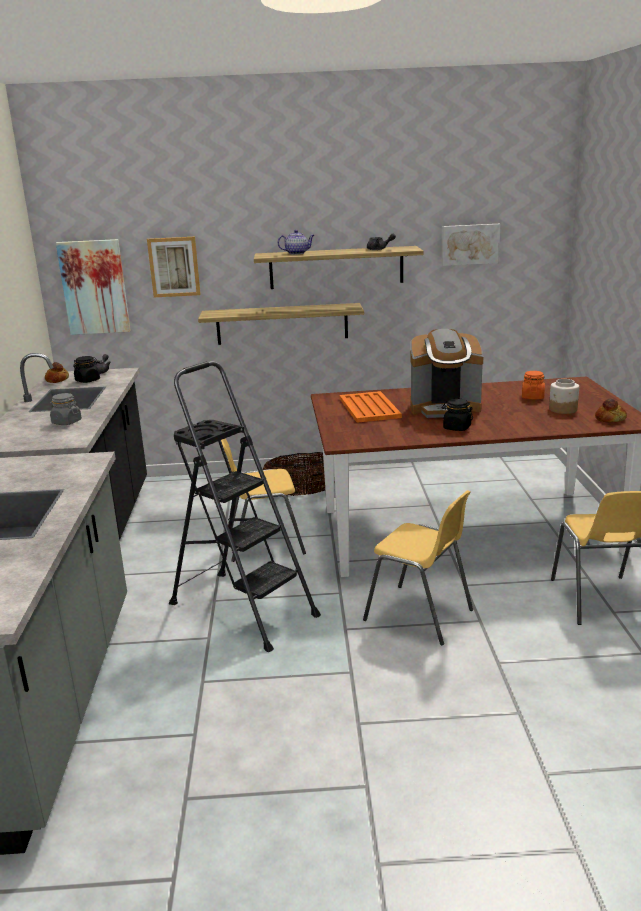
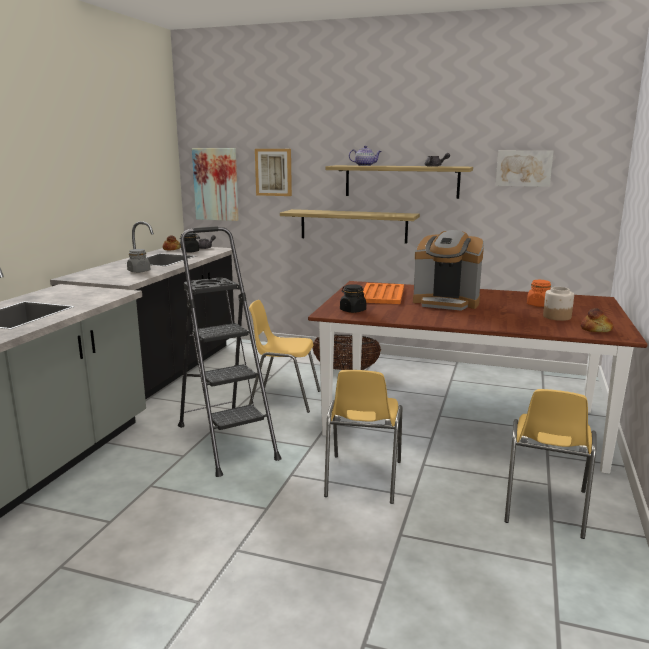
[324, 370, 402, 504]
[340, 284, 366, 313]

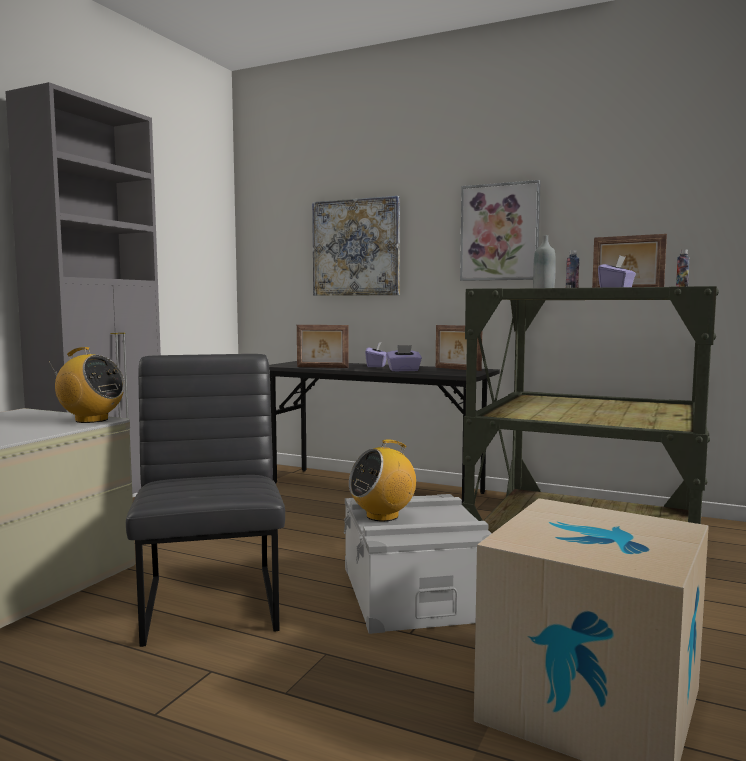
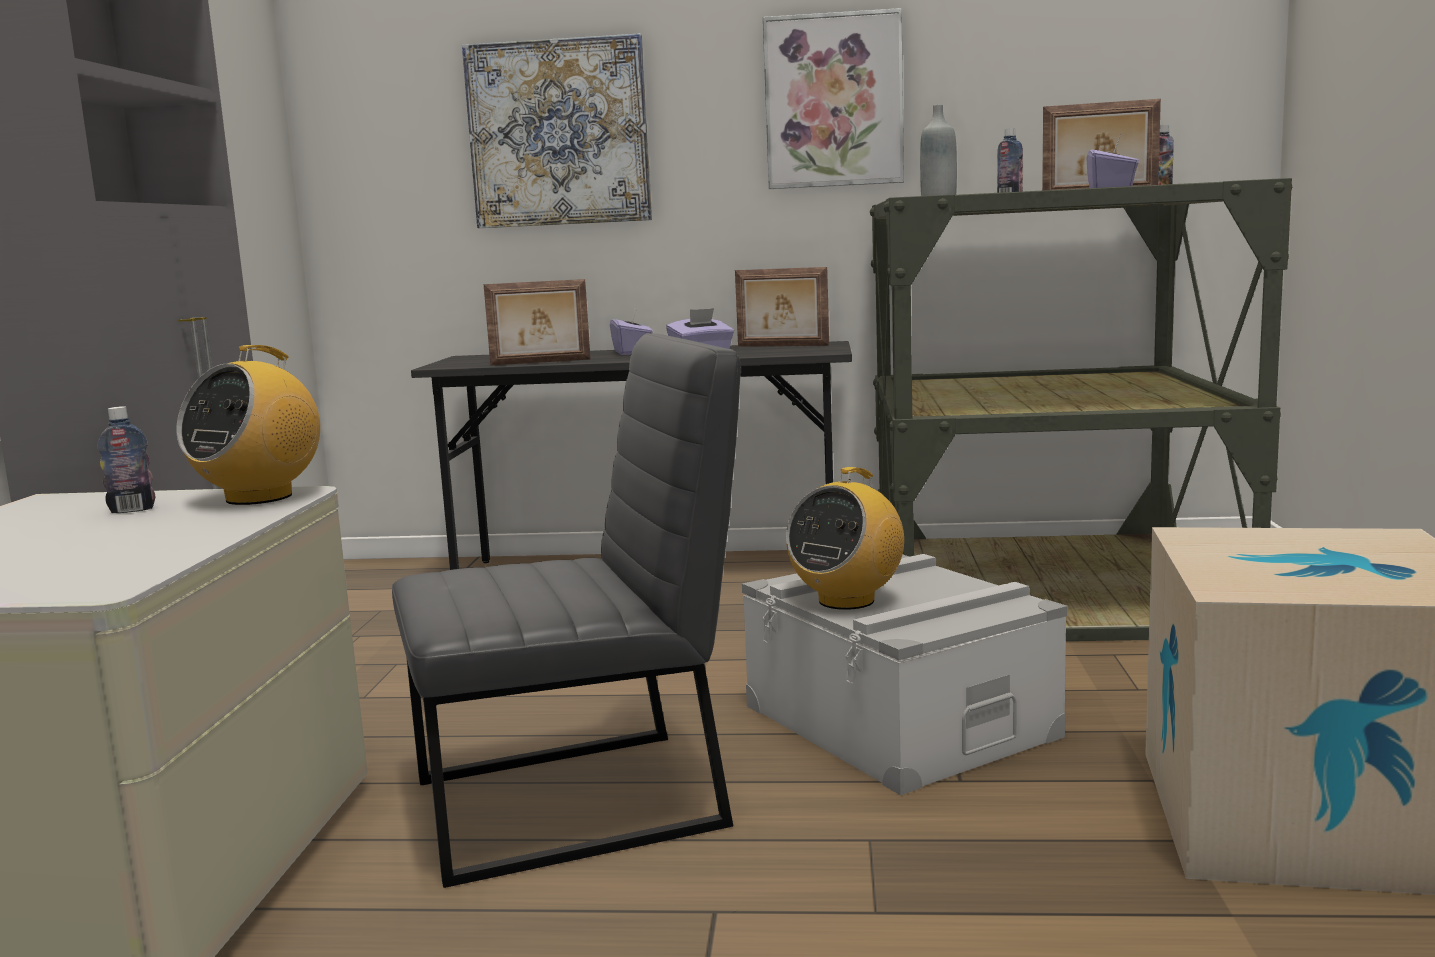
[176, 345, 320, 505]
[392, 333, 741, 888]
[98, 406, 155, 513]

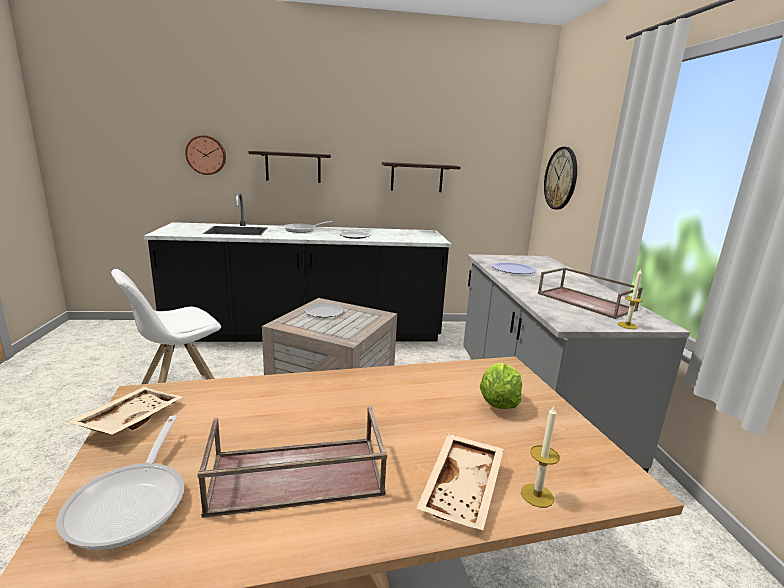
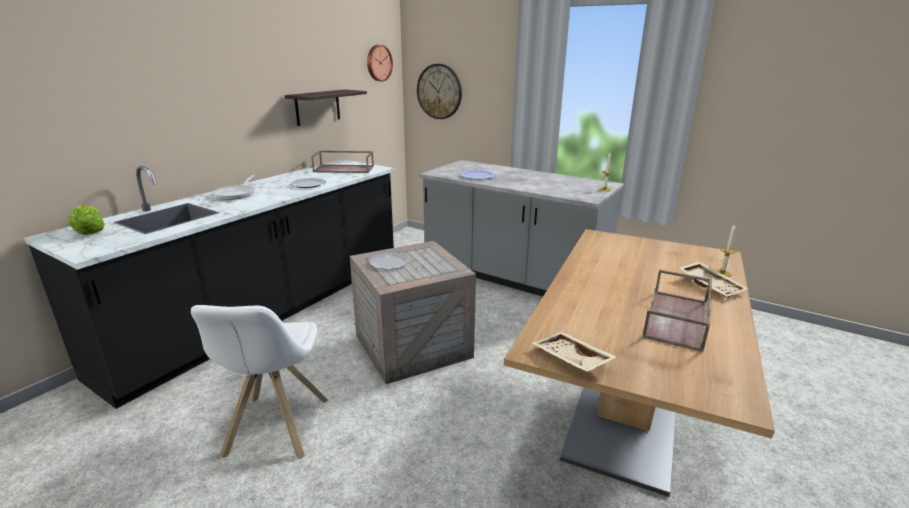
[56, 415, 184, 550] (first image)
[367, 45, 393, 81]
[249, 151, 331, 183] (first image)
[68, 205, 105, 235]
[311, 151, 374, 173]

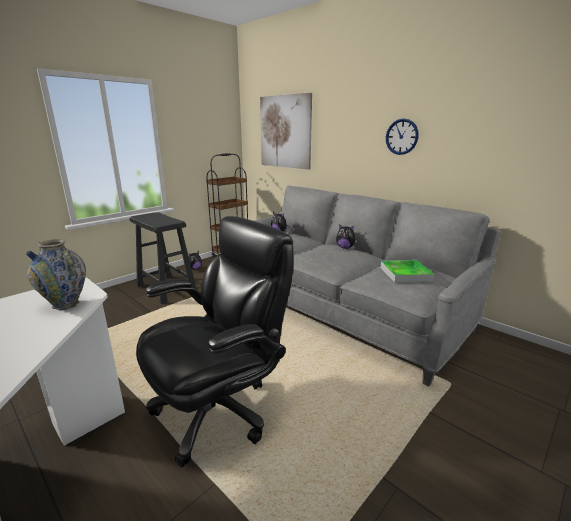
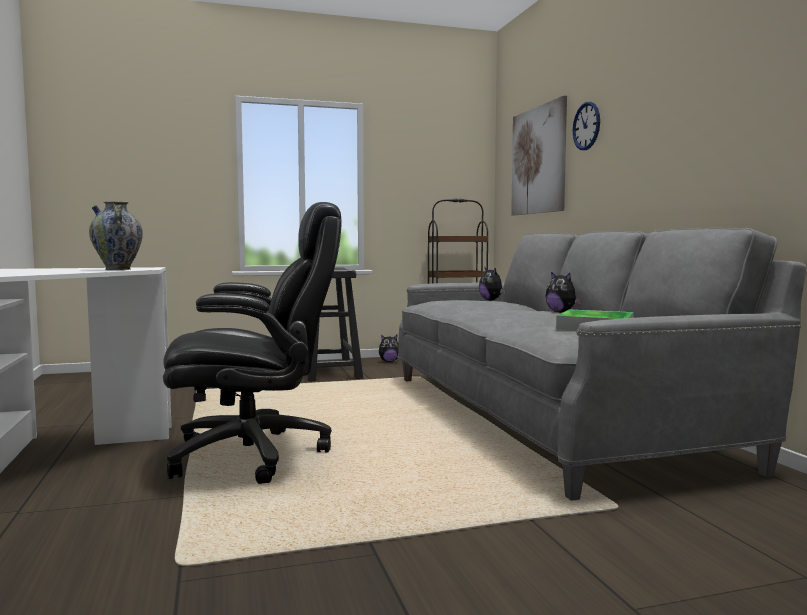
[573, 102, 600, 150]

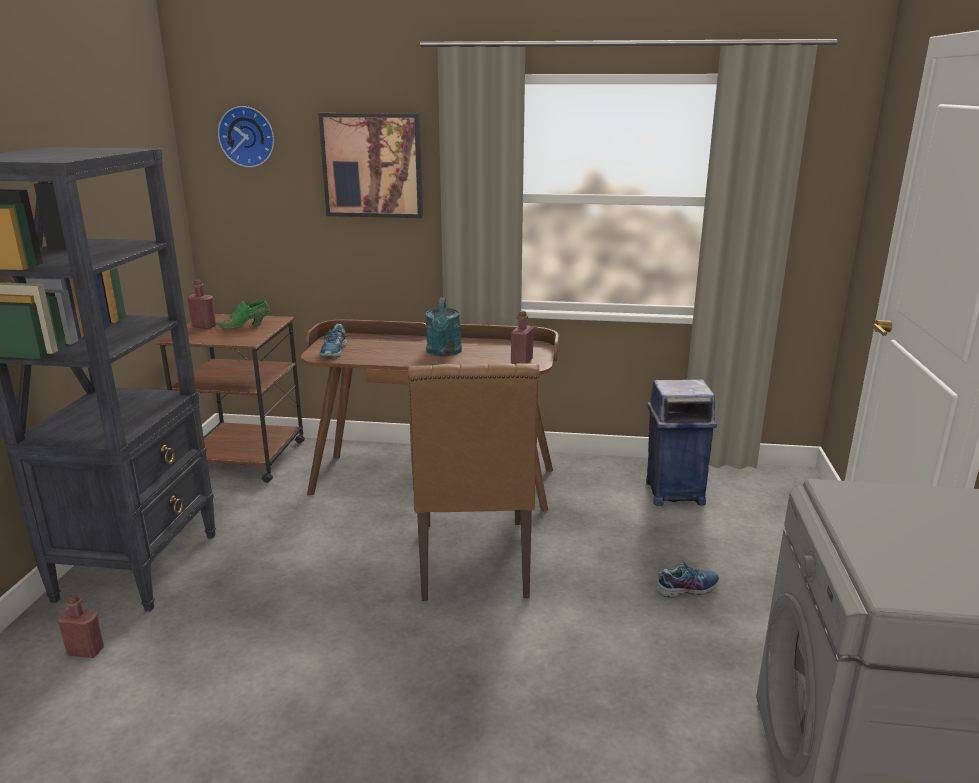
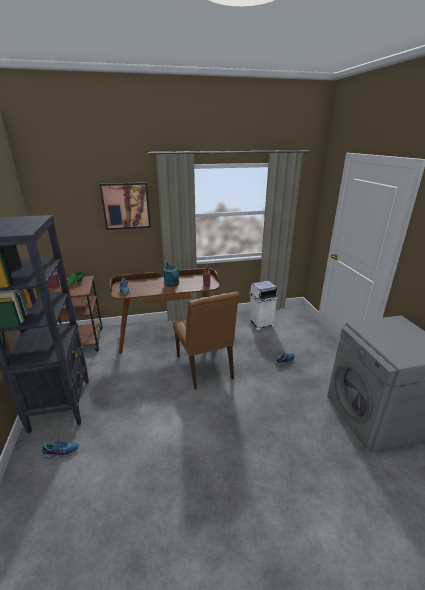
[41, 437, 79, 459]
[218, 106, 274, 167] (first image)
[249, 280, 278, 330]

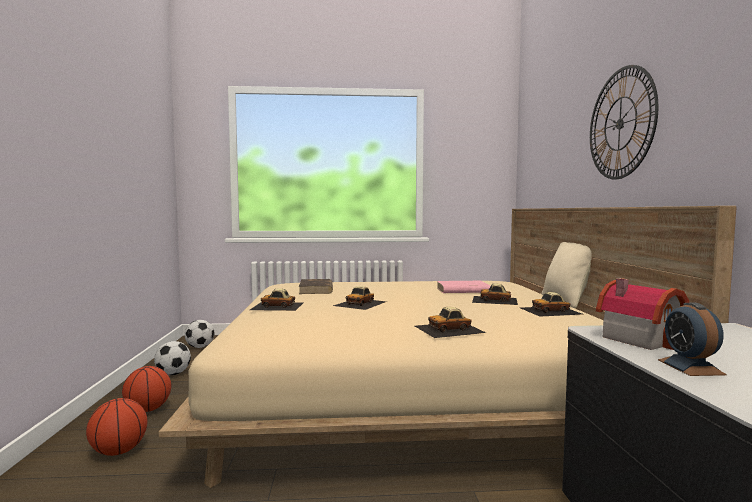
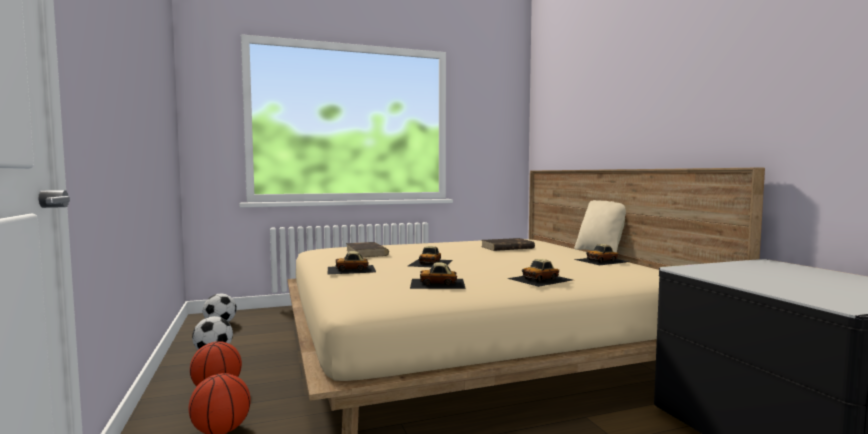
[482, 238, 535, 251]
[410, 262, 466, 289]
[590, 65, 658, 179] (first image)
[596, 278, 689, 350] (first image)
[658, 303, 727, 376] (first image)

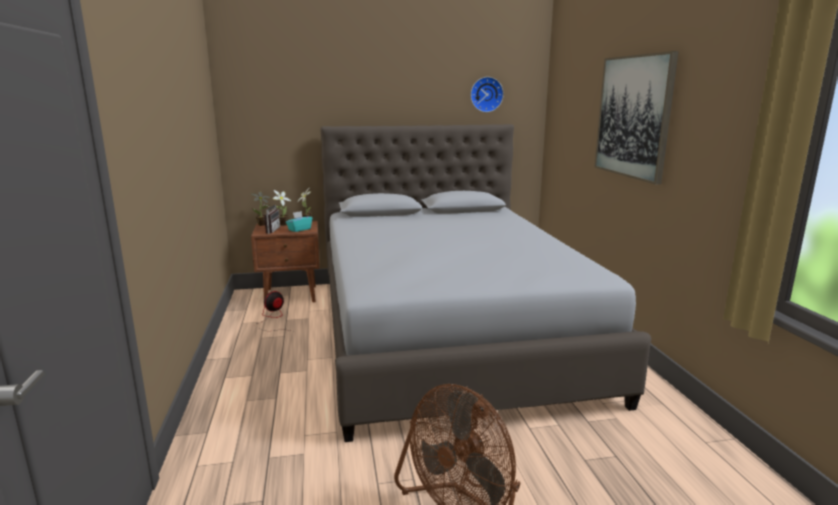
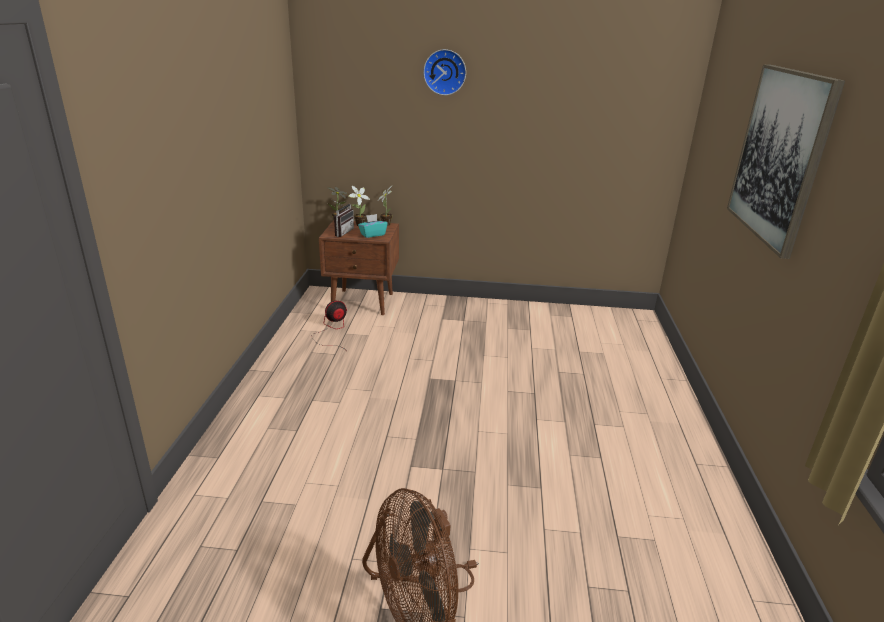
[320, 124, 651, 442] (first image)
[423, 49, 466, 95]

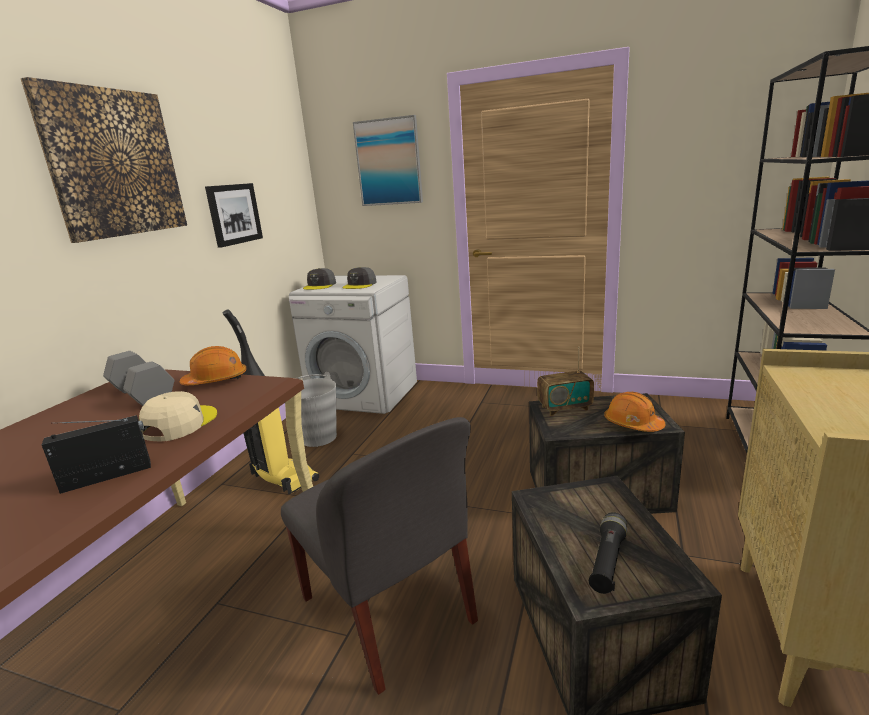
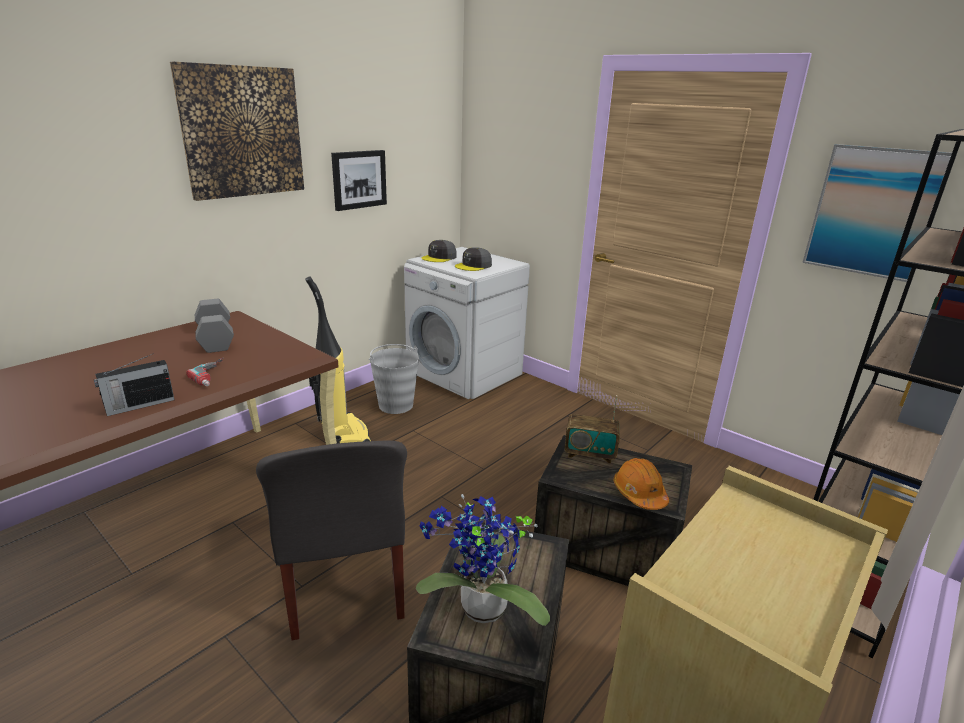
[94, 353, 175, 416]
[186, 358, 224, 386]
[180, 346, 247, 385] (first image)
[802, 144, 952, 282]
[416, 494, 550, 626]

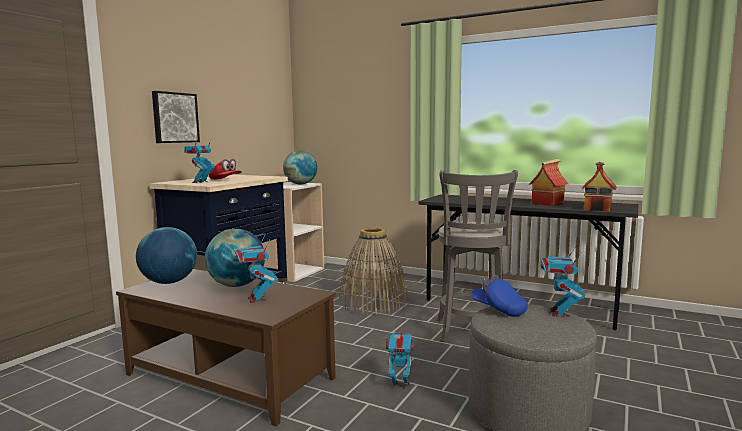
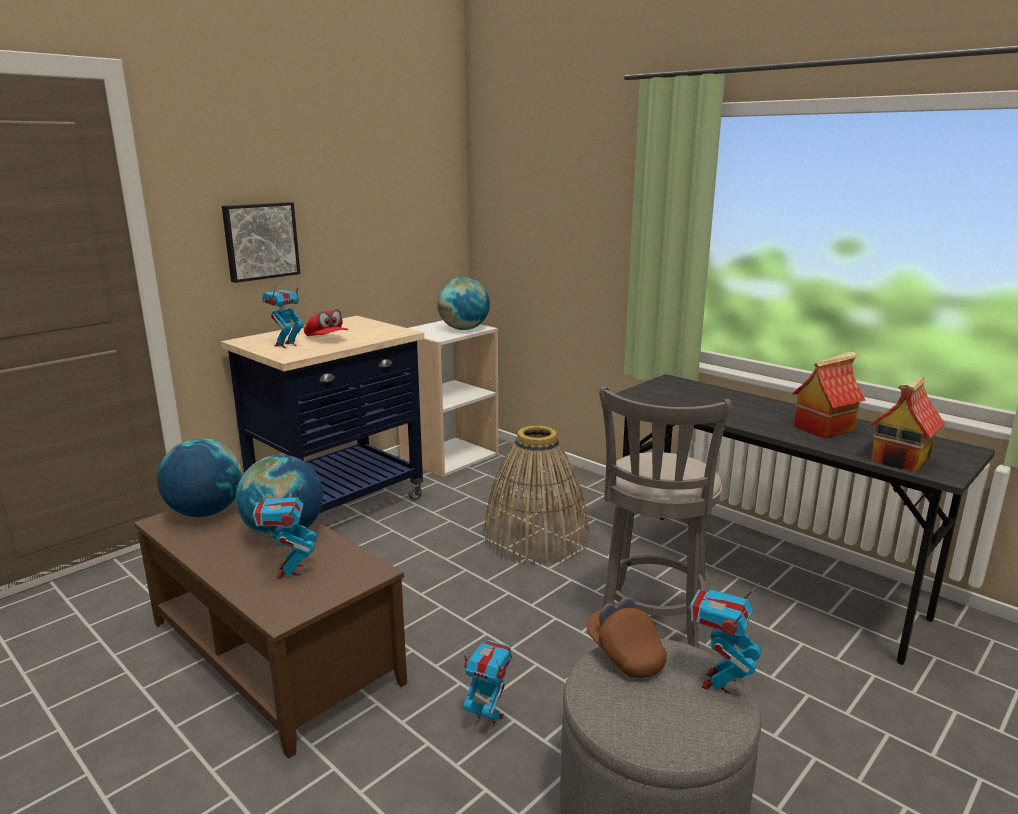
[587, 597, 667, 678]

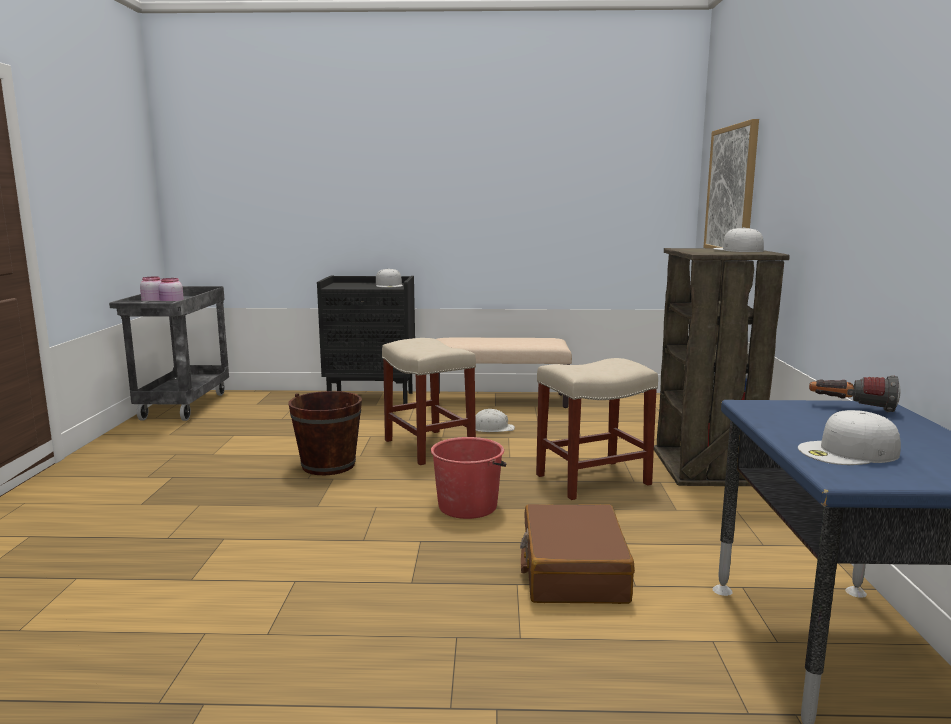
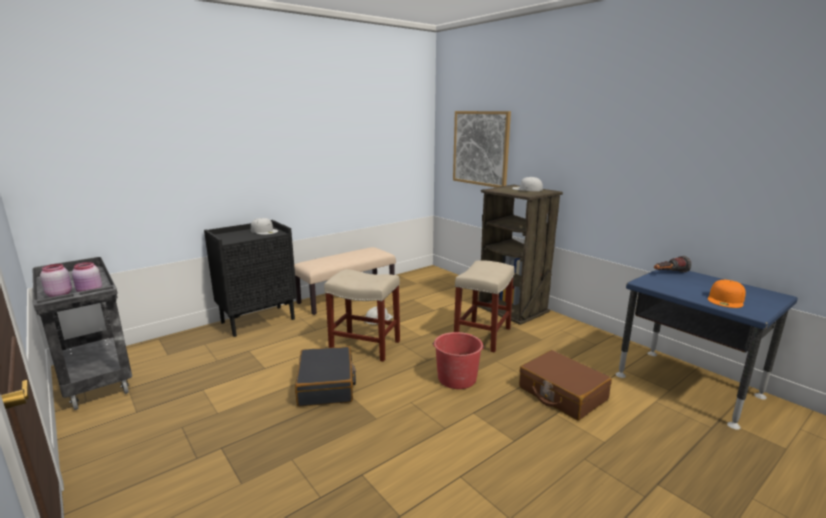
[295, 346, 356, 407]
[708, 280, 746, 308]

